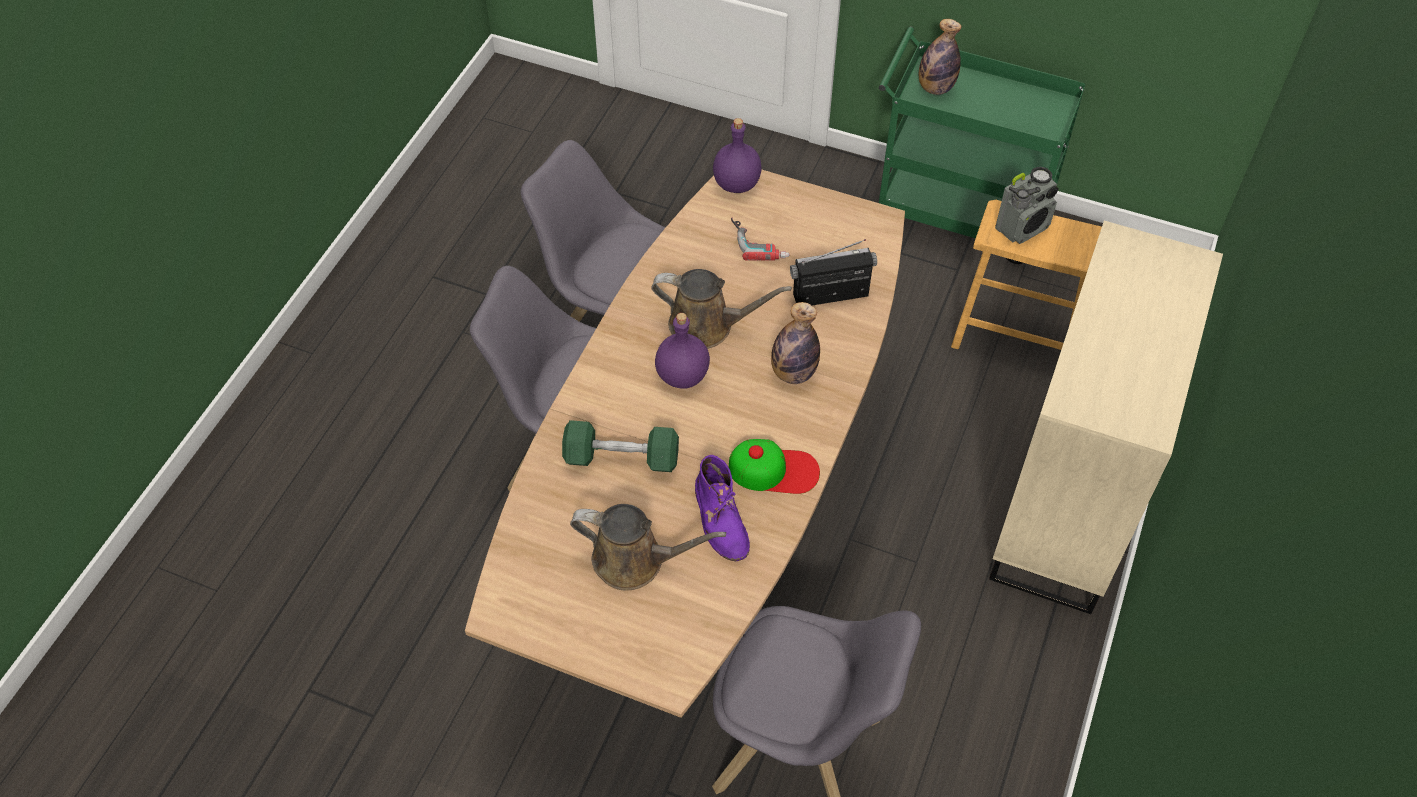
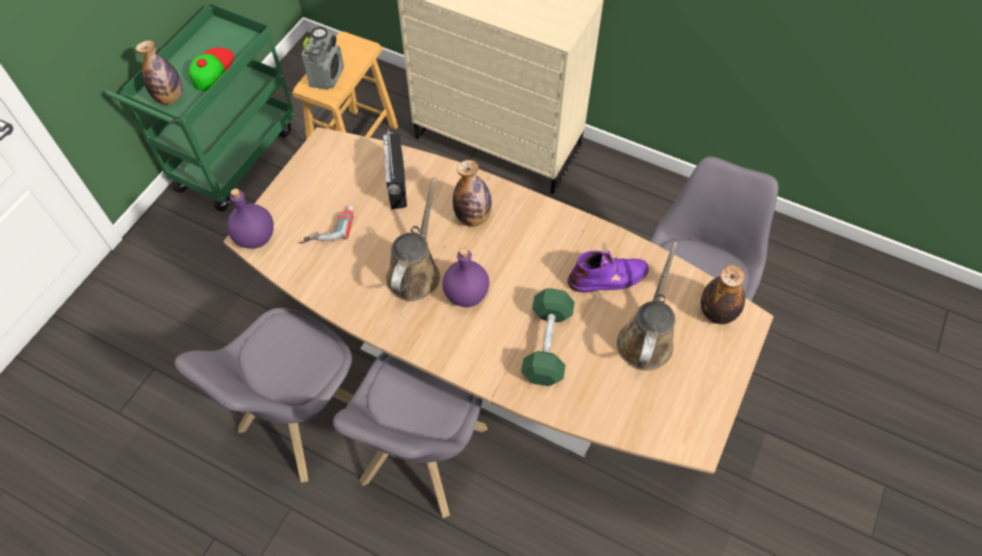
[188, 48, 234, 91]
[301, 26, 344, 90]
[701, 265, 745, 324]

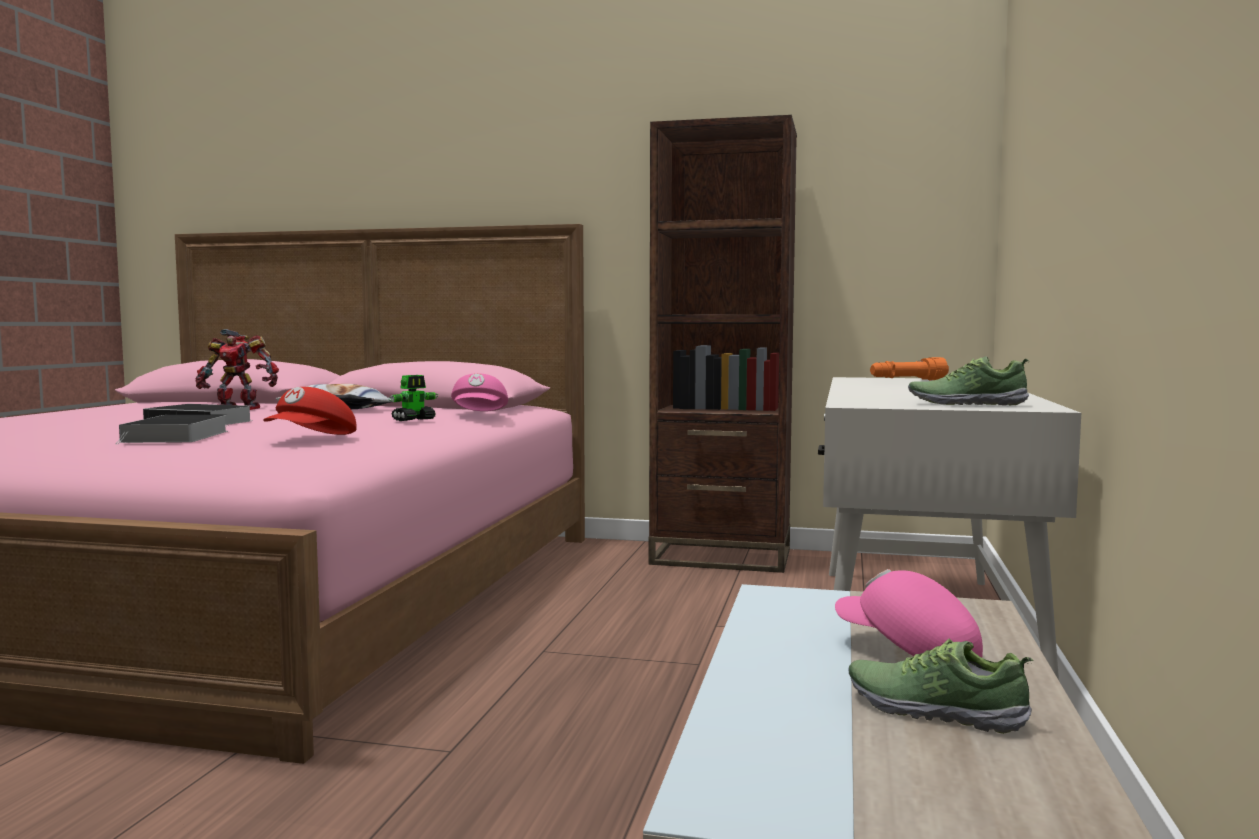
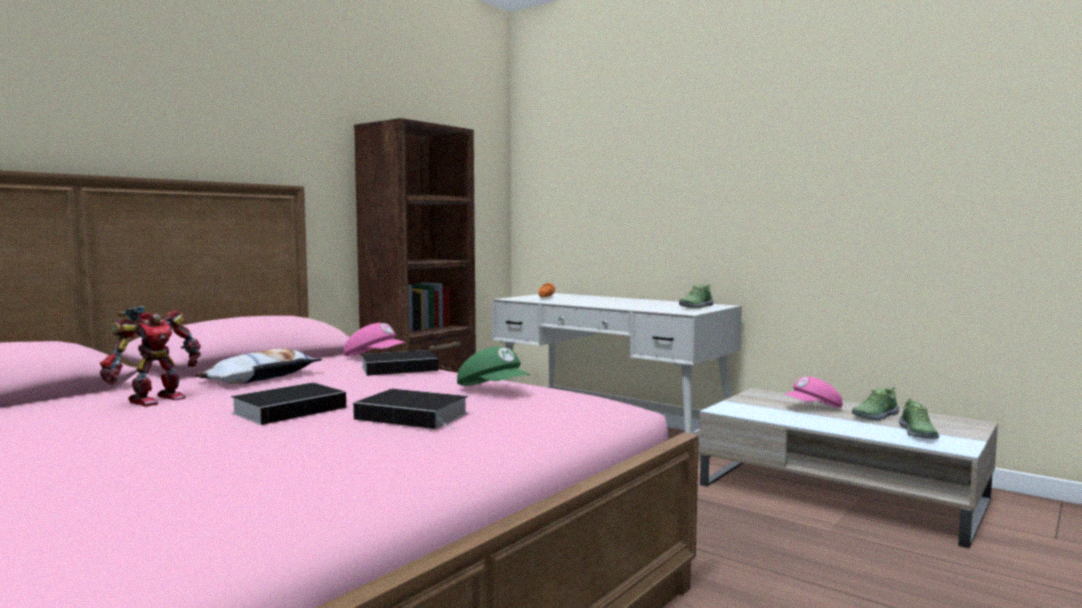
[457, 347, 530, 386]
[361, 350, 450, 376]
[899, 398, 939, 439]

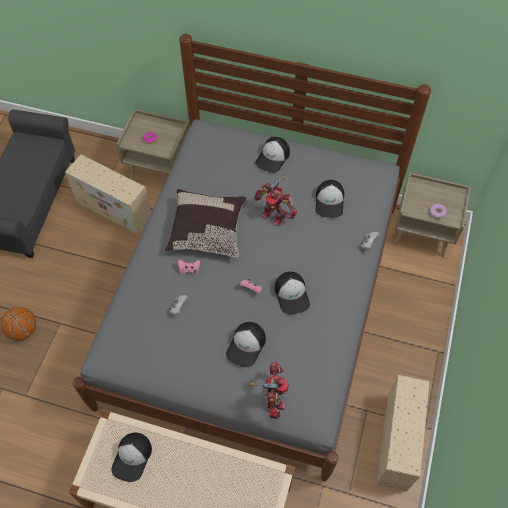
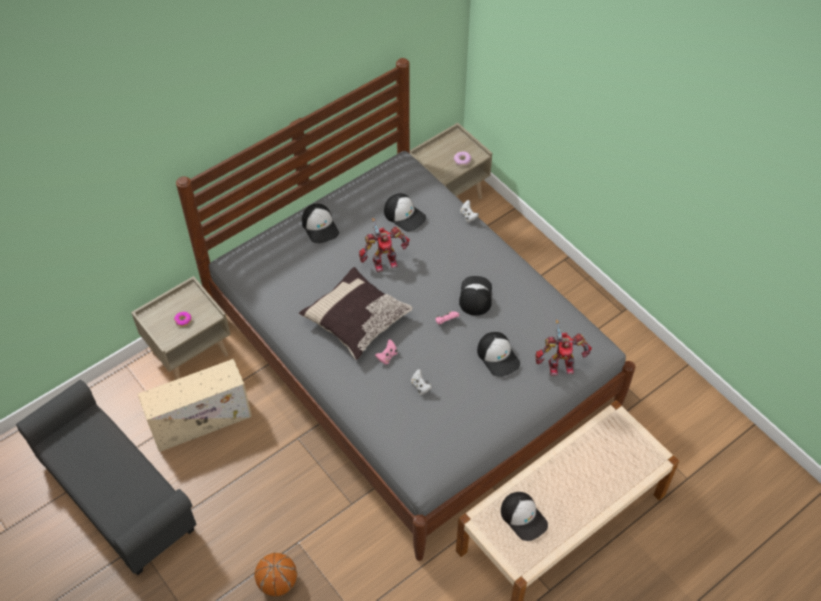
[535, 320, 592, 376]
[459, 276, 492, 316]
[376, 375, 430, 491] (first image)

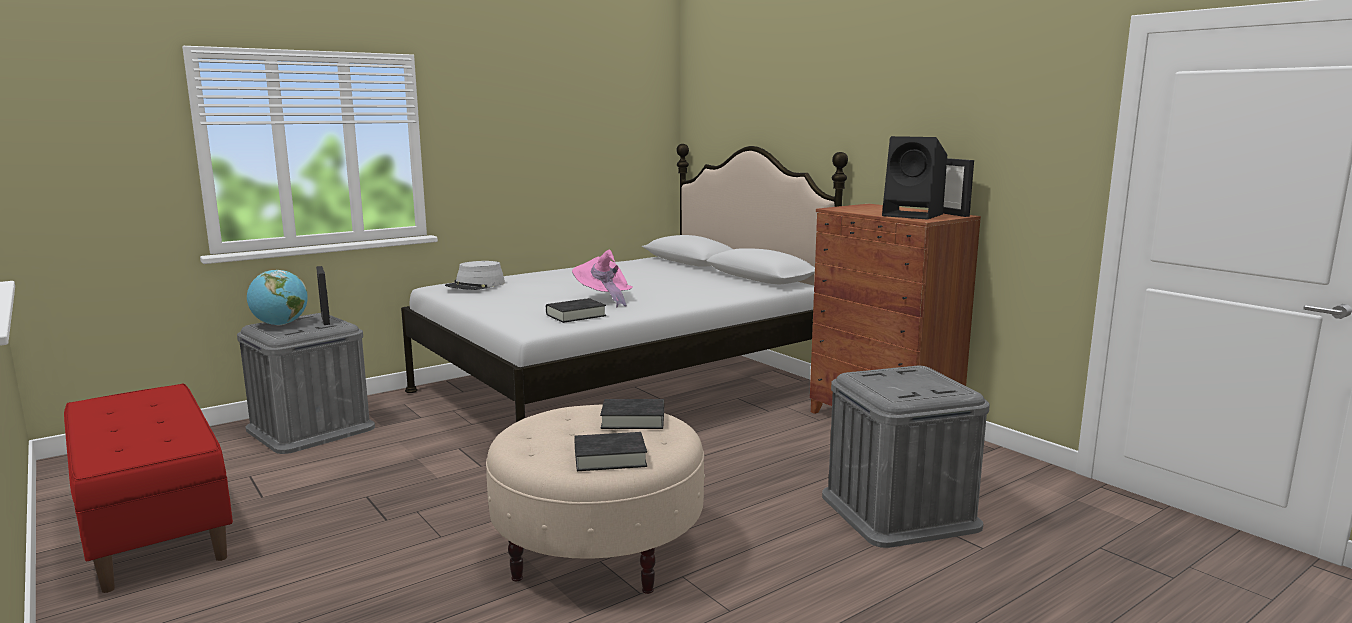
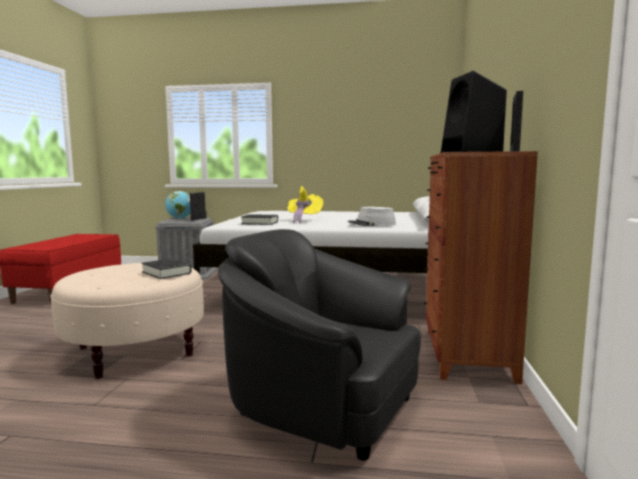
[348, 207, 396, 226]
[287, 186, 323, 223]
[574, 432, 647, 471] (first image)
[218, 229, 421, 461]

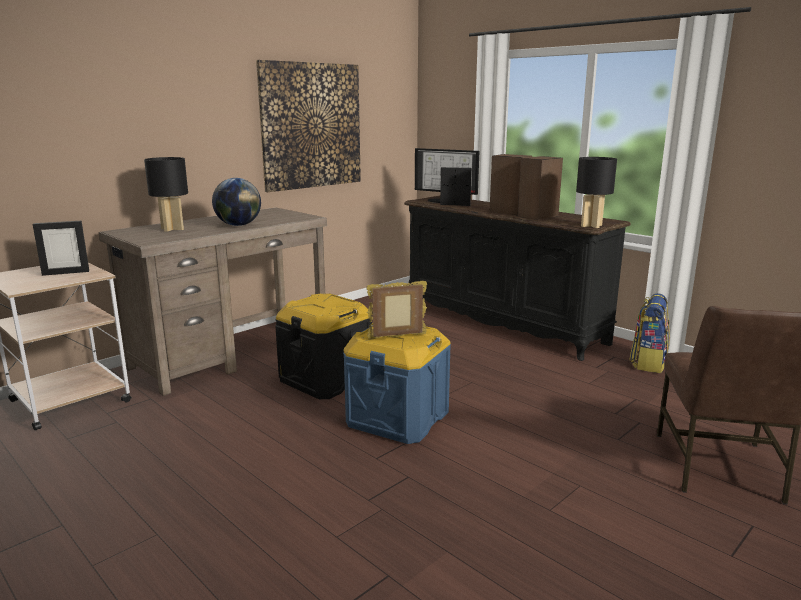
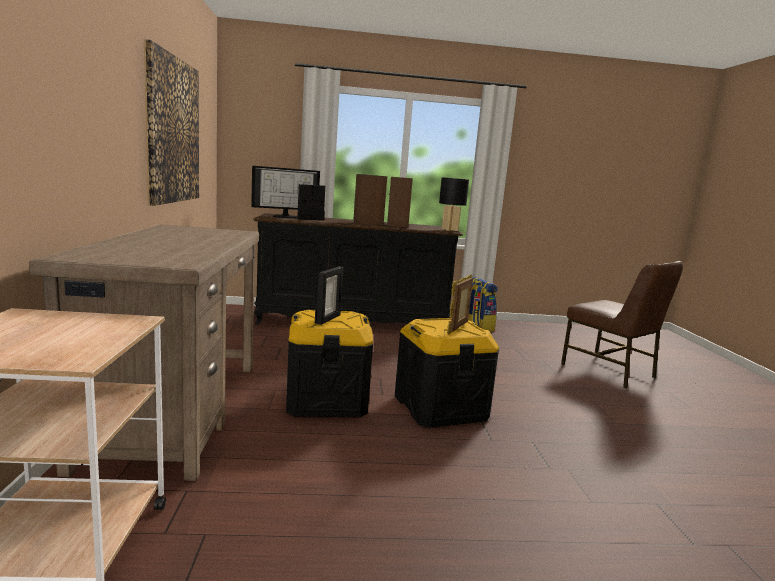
[315, 267, 343, 325]
[144, 157, 188, 232] (first image)
[212, 178, 261, 226] (first image)
[395, 318, 499, 428]

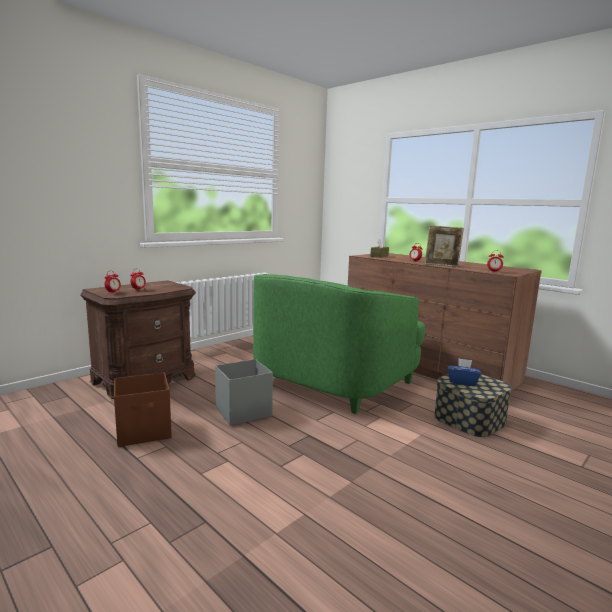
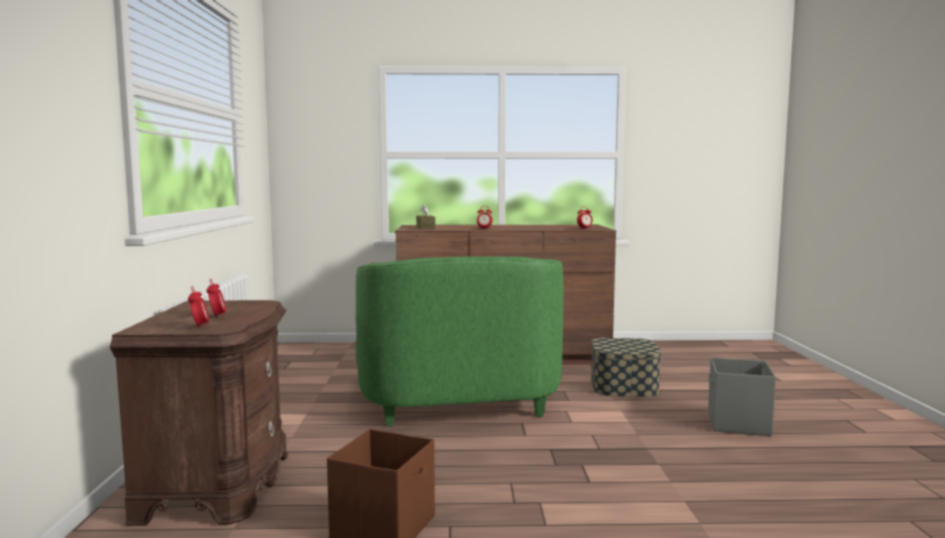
[708, 357, 776, 436]
[425, 225, 464, 267] (first image)
[448, 358, 481, 386] (first image)

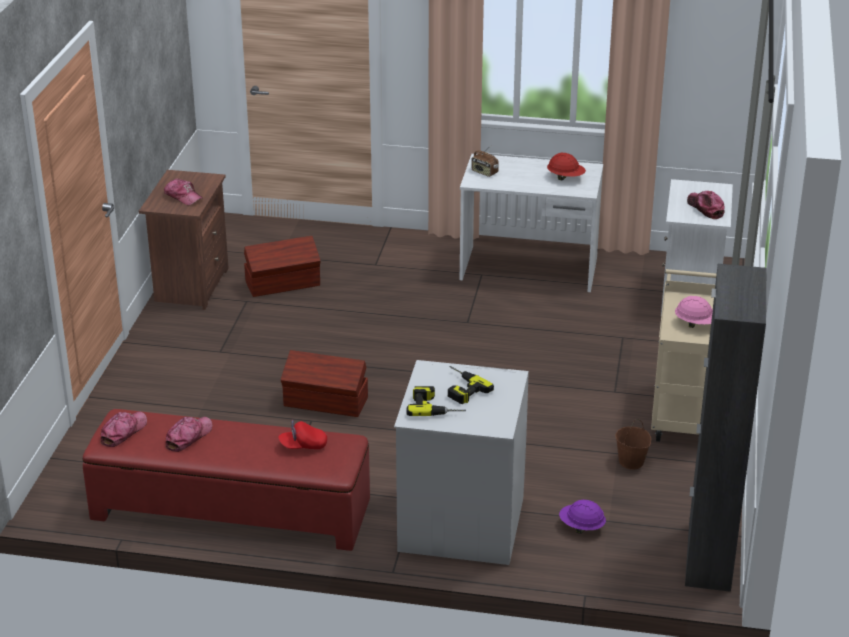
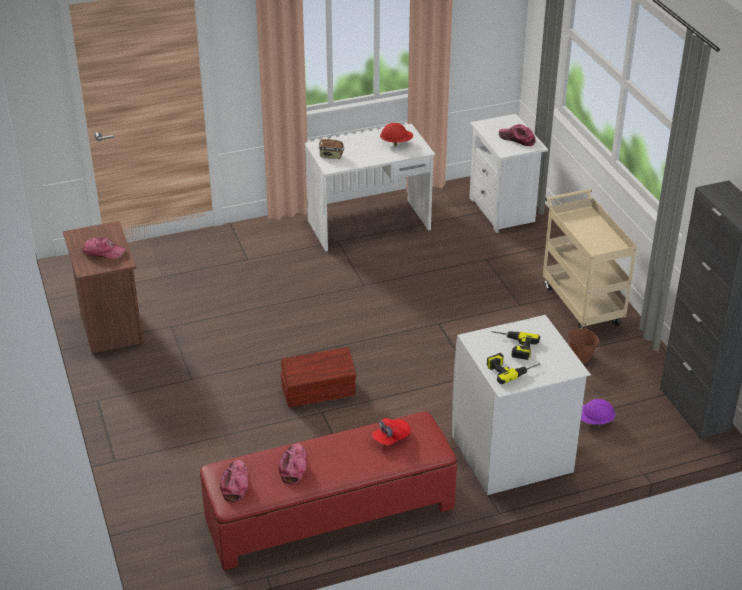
[244, 236, 320, 297] (first image)
[675, 296, 713, 328] (first image)

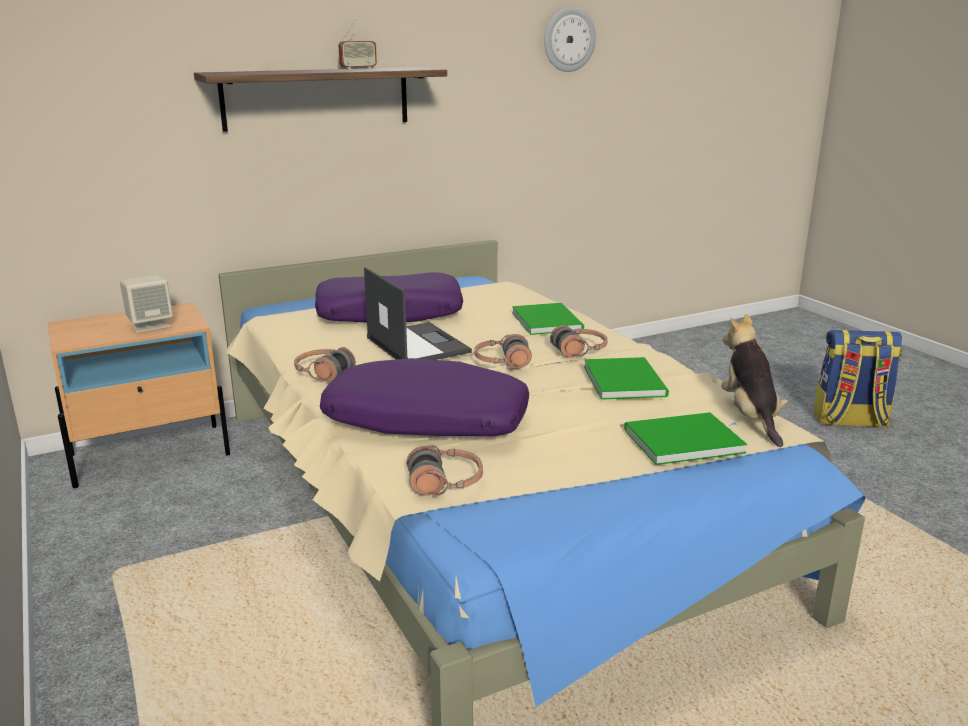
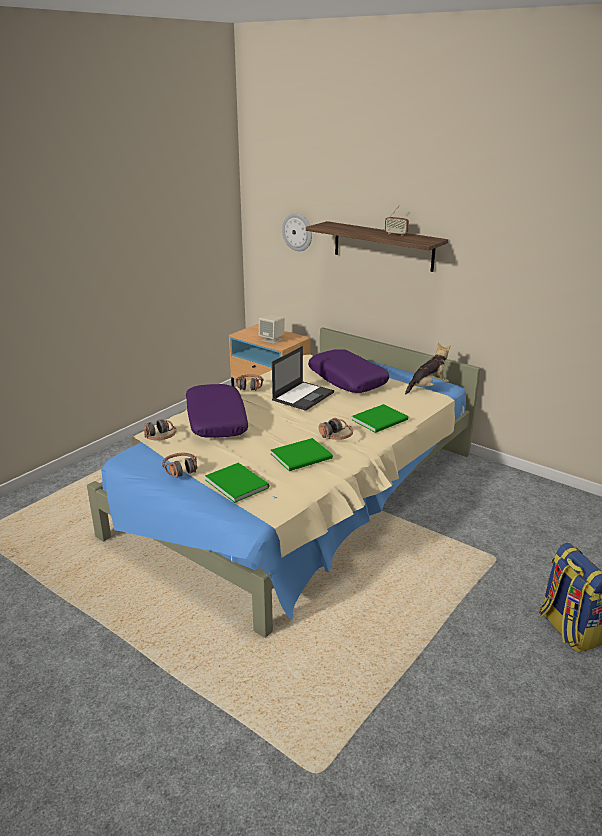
[162, 453, 197, 478]
[282, 213, 312, 251]
[405, 343, 451, 394]

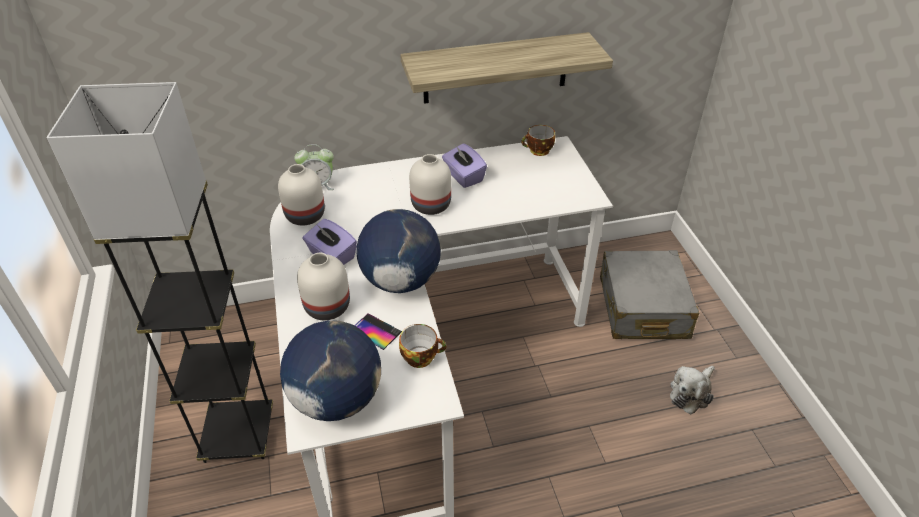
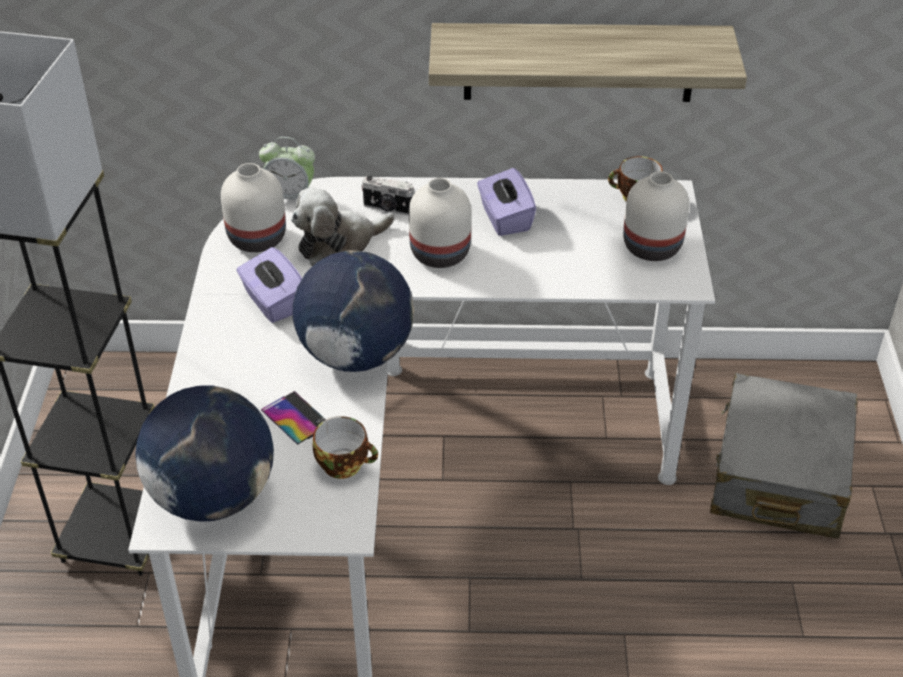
[623, 171, 689, 261]
[291, 188, 394, 266]
[362, 176, 415, 216]

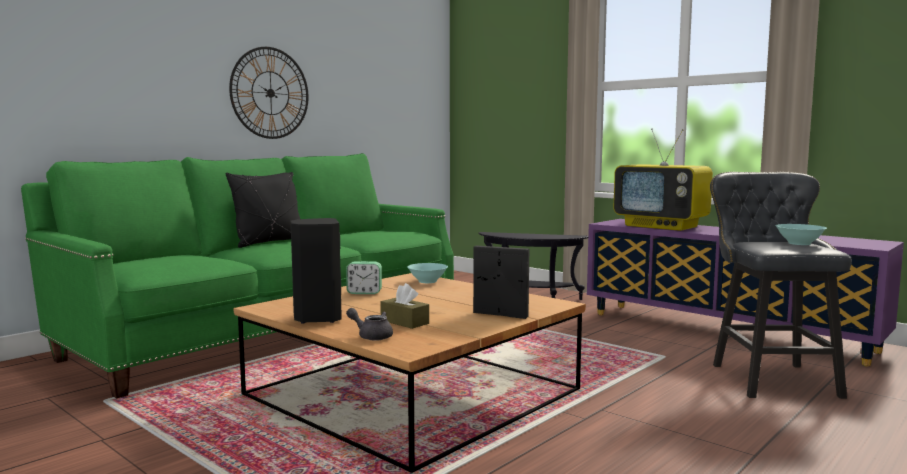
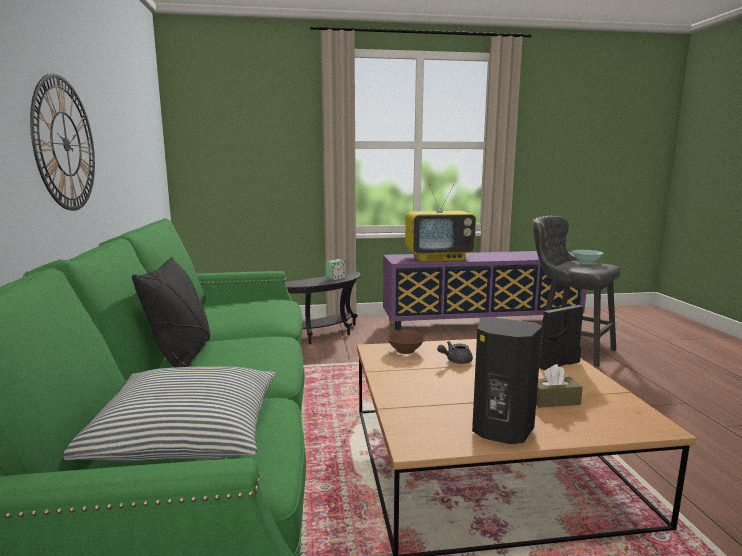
[326, 259, 347, 280]
[437, 341, 473, 364]
[385, 330, 426, 354]
[63, 366, 276, 461]

